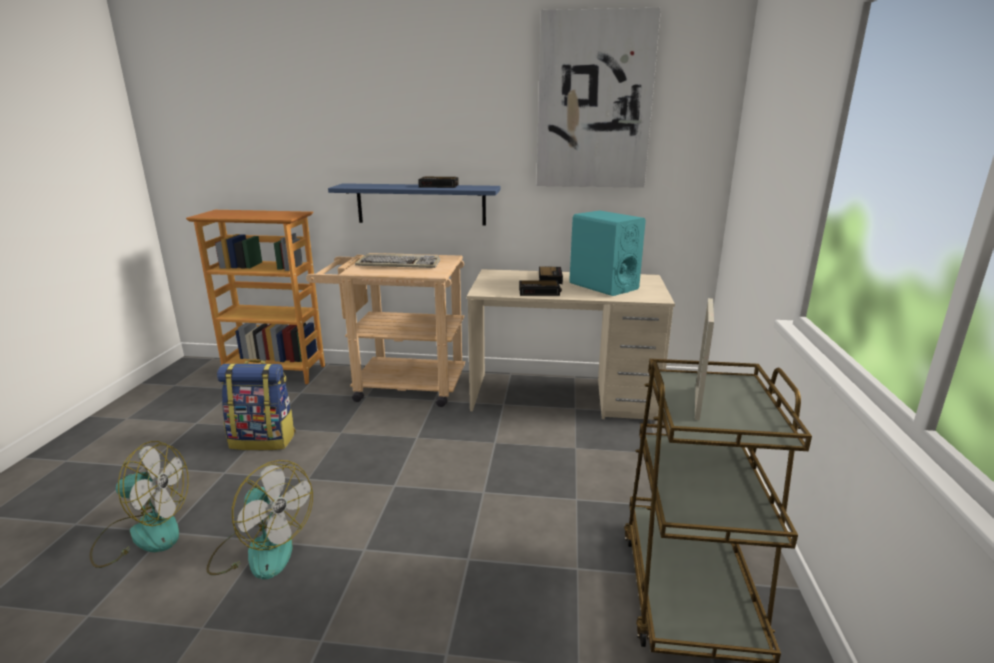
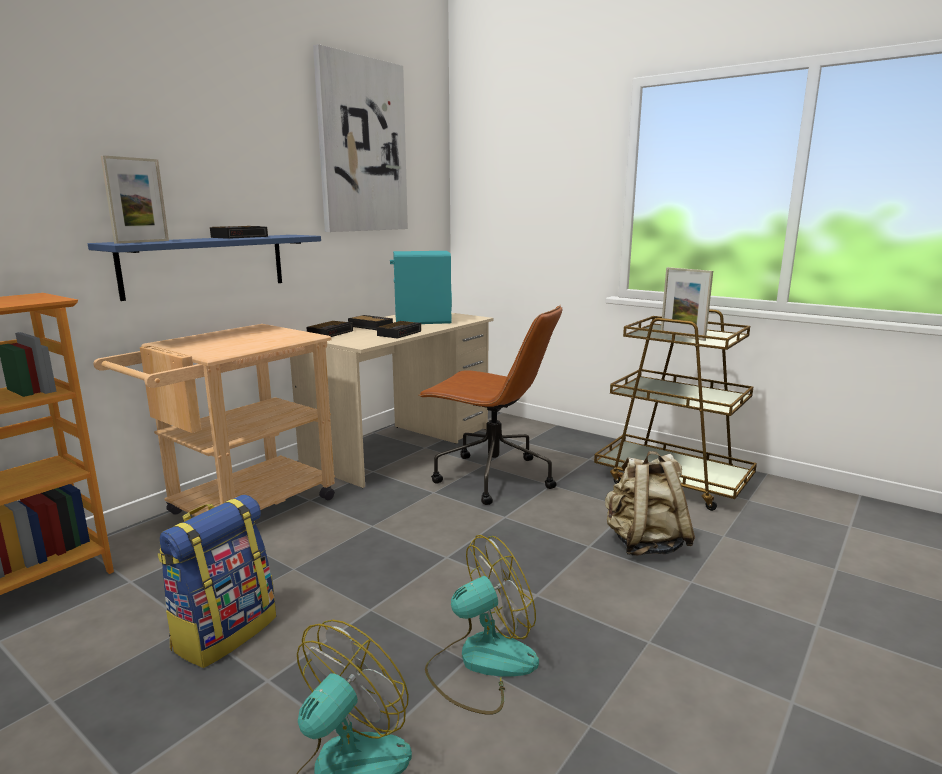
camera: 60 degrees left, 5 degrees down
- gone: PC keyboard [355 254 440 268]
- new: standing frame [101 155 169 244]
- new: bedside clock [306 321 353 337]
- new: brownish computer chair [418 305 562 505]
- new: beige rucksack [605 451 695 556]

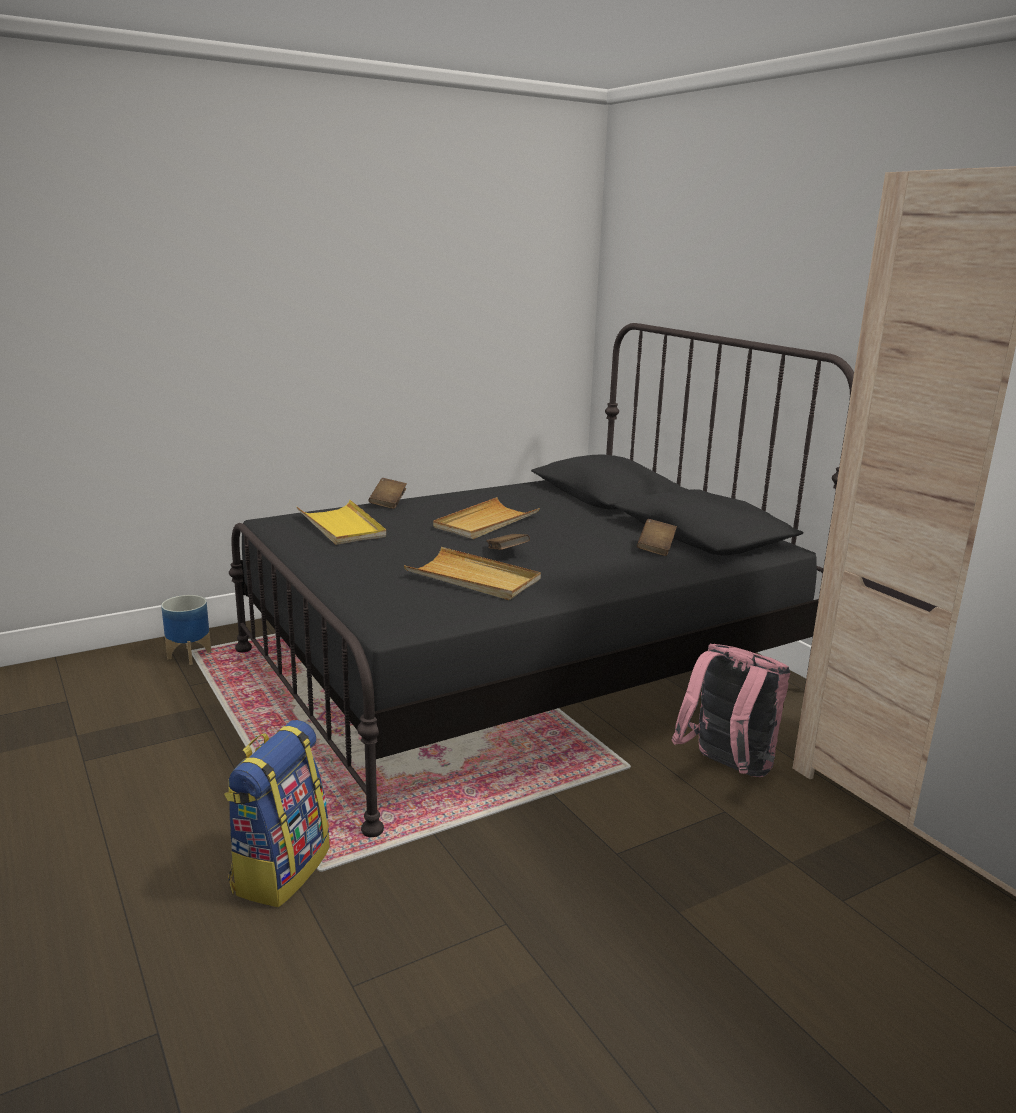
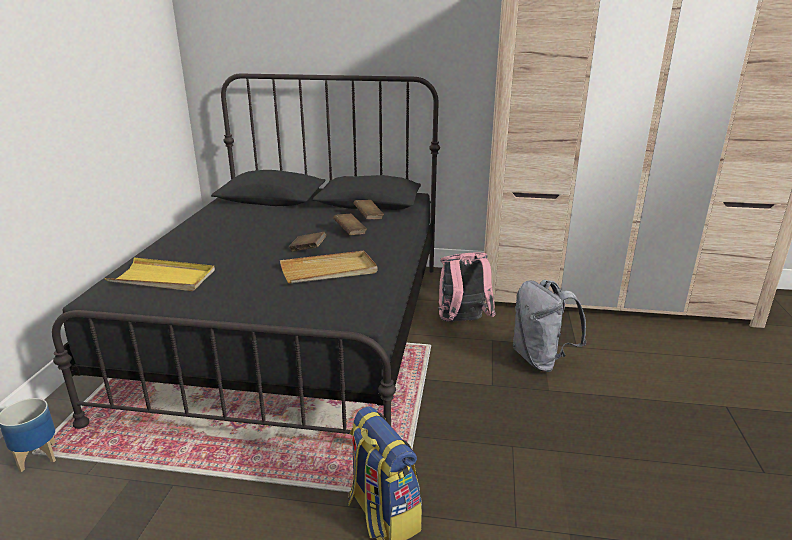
camera: 50 degrees left, 5 degrees up
- shifted: brownish bound book [368 478 407 509] to [333 214 367 235]
- gone: beige tray [433 497 540 539]
- new: gray rucksack [513 280 586 372]

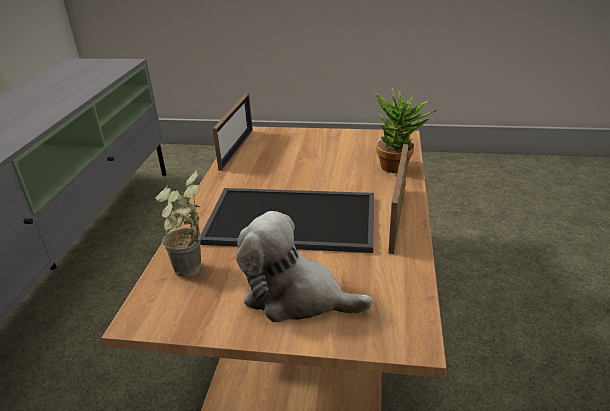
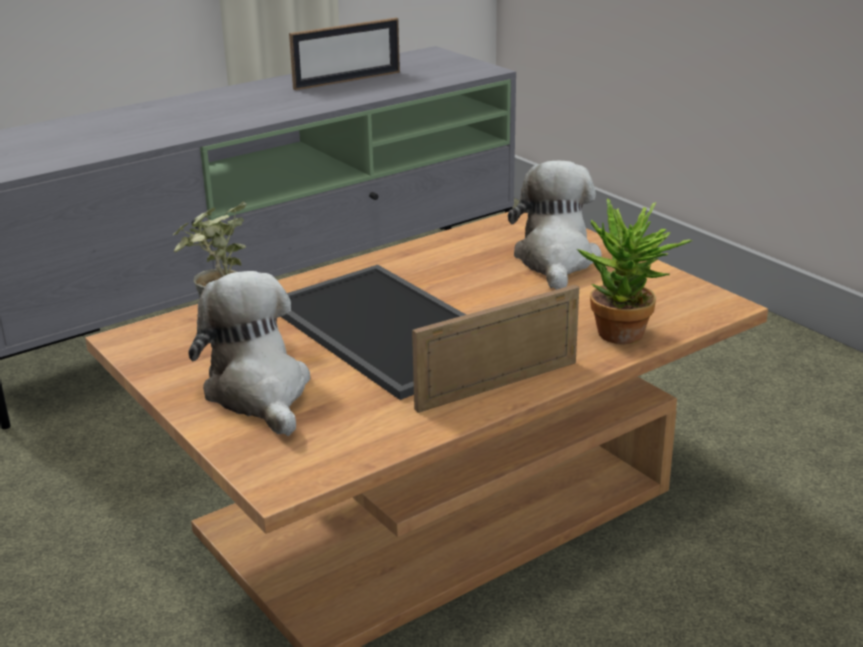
camera: 45 degrees right, 5 degrees down
- shifted: standing frame [212 93 253 171] to [289 18 400 90]
- new: soft toy [508 161 602 290]

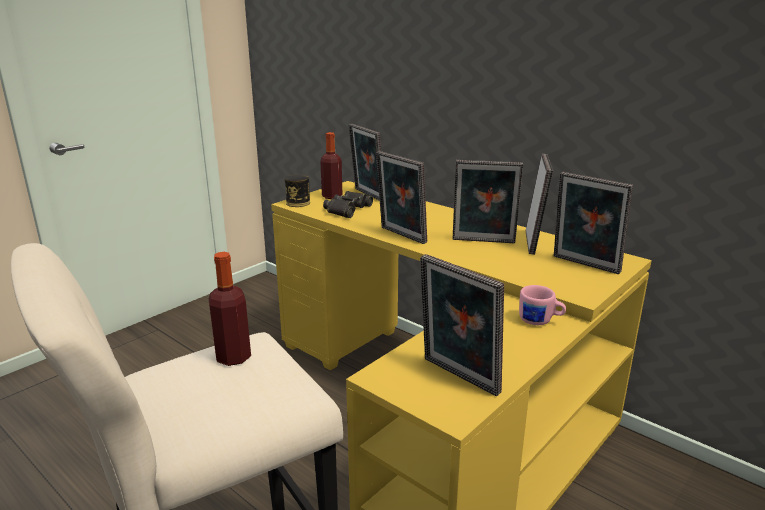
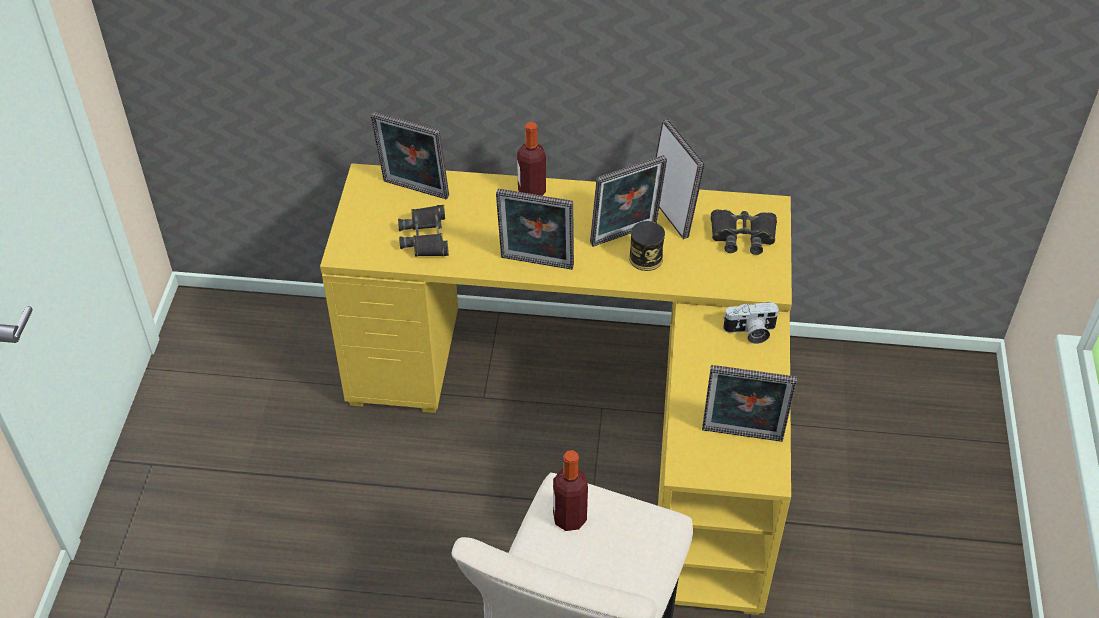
camera: 35 degrees left, 25 degrees up
- shifted: metal can [284 174 310 207] to [629 221 665 271]
- shifted: bottle [320 132 343 199] to [517 122 546 196]
- swapped: pinkish mug [519 285 566 325] to still camera [723 302 779 344]
- swapped: standing frame [554 172 633 274] to black pair of binoculars [711 209 777 255]

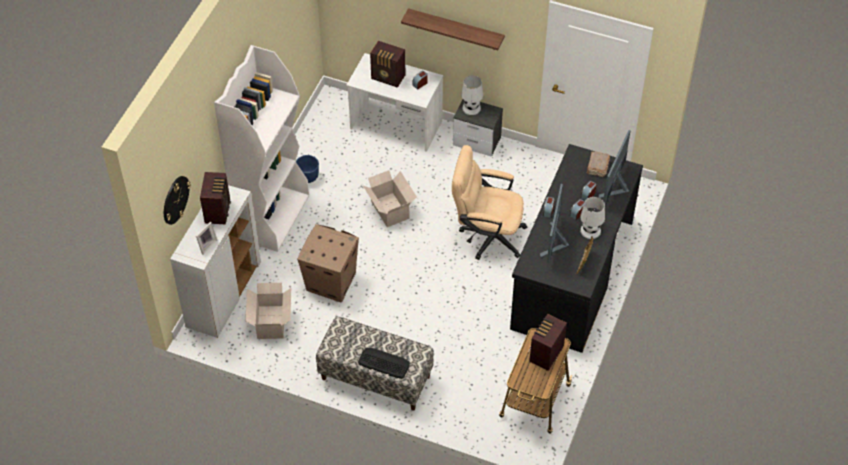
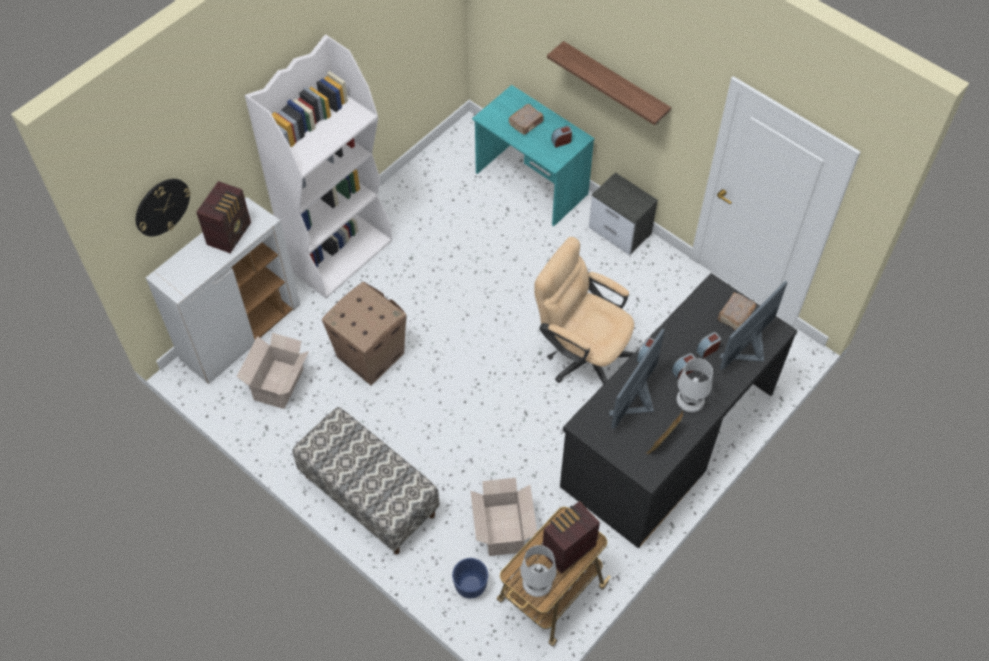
camera: 20 degrees right, 5 degrees up
- gone: standing frame [196 222 218 255]
- shifted: blue-coloured planter [296 155 319 183] to [452 558 488 598]
- repainted: white desk unit [346 53 443 152] to blue-green desk unit [472 85 594 226]
- gone: PC keyboard [358 348 410 379]
- shifted: cardboard box [363 170 417 227] to [471 478 537 556]
- swapped: radio receiver [370 41 405 88] to brownish bound book [509 104 544 135]
- shifted: white tabletop lamp [461 76 483 115] to [520 545 557 597]

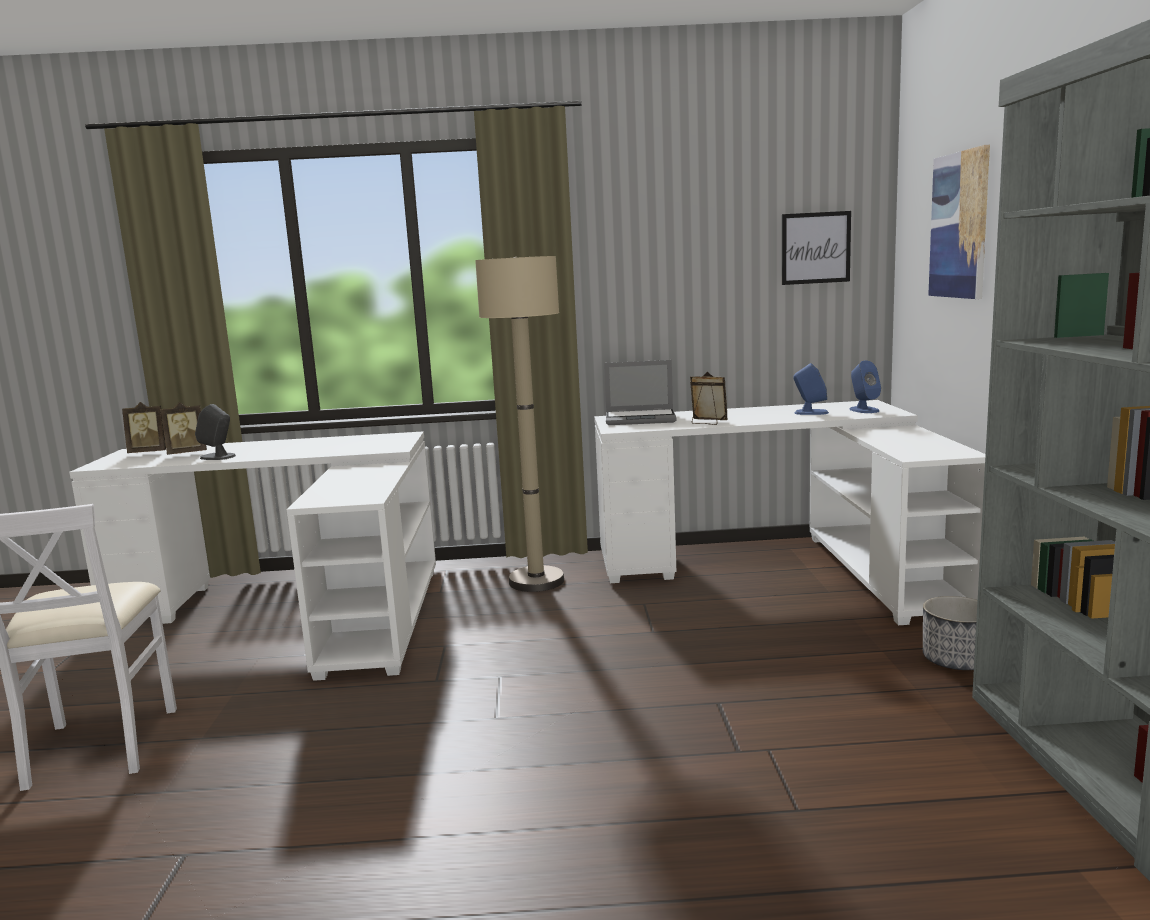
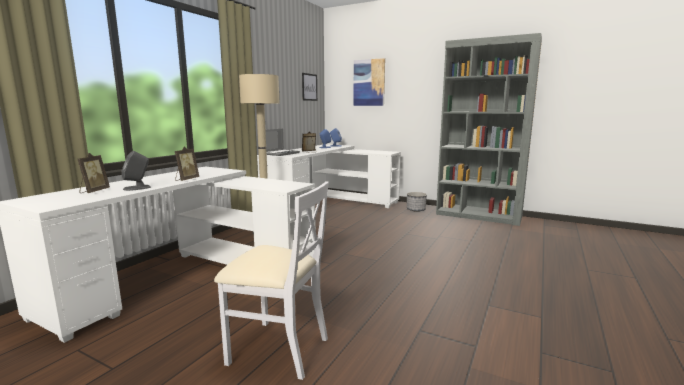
camera: 60 degrees left, 0 degrees up
- shifted: standing frame [122 402 166 453] to [175 147 199 181]

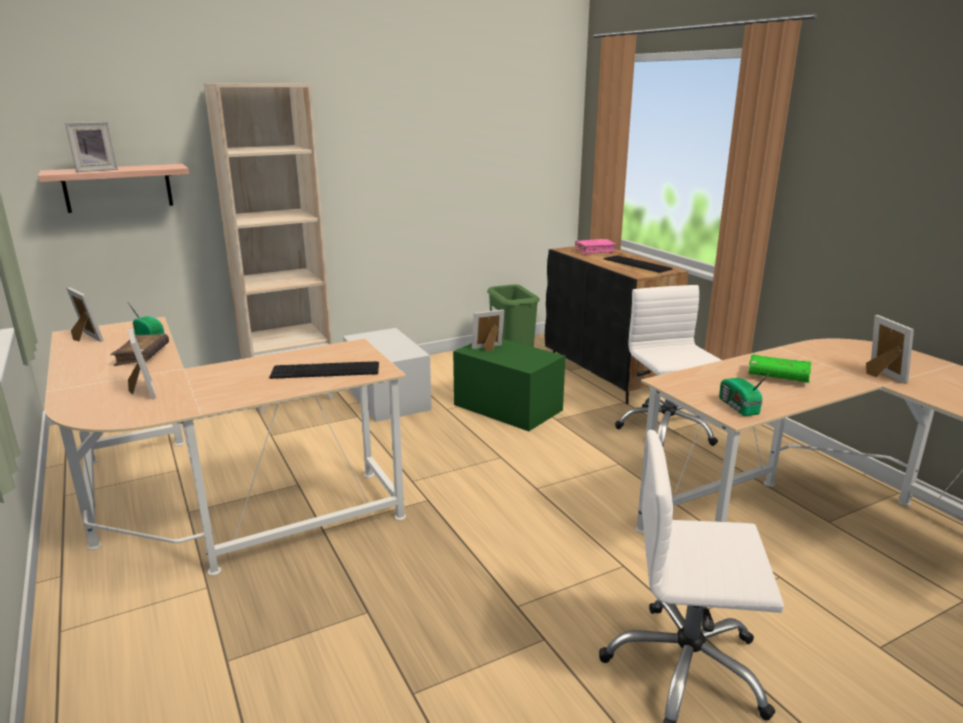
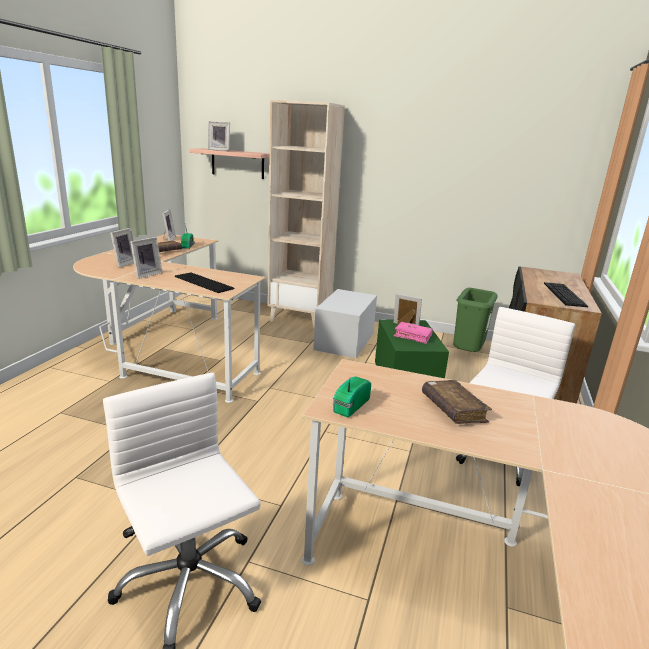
camera: 45 degrees right, 0 degrees up
- shifted: pinkish bound book [575 239 616 254] to [394 322 433 344]
- repainted: greenish bound book [748 354 811 383] to brownish bound book [422 380 492 424]
- shifted: standing frame [866 315 914 384] to [130 237 163 279]

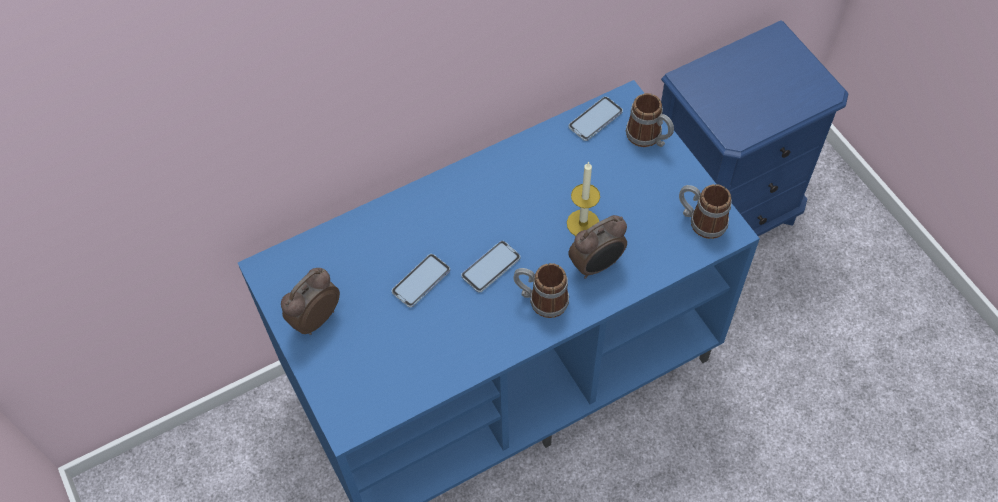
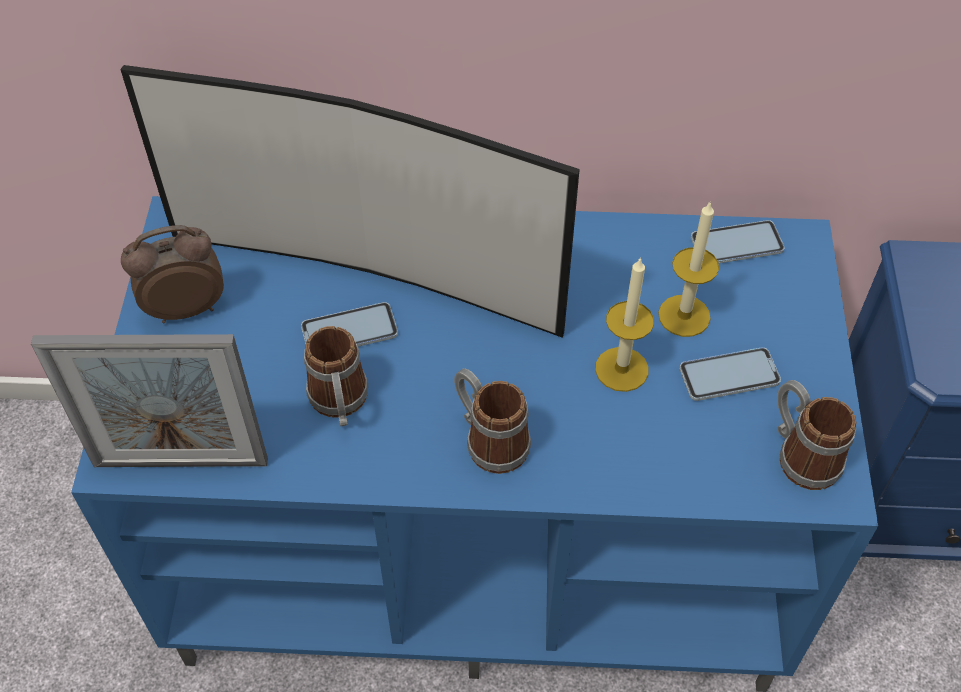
camera: 30 degrees right, 5 degrees down
- shifted: phone [461 241 520 292] to [679 347 781 401]
- gone: bedside clock [568 215 627 279]
- shifted: mug [626 93 674 147] to [304 326 368 427]
- new: standing frame [31 334 268 467]
- new: television [120 65 580 338]
- new: wax candle [658 201 719 337]

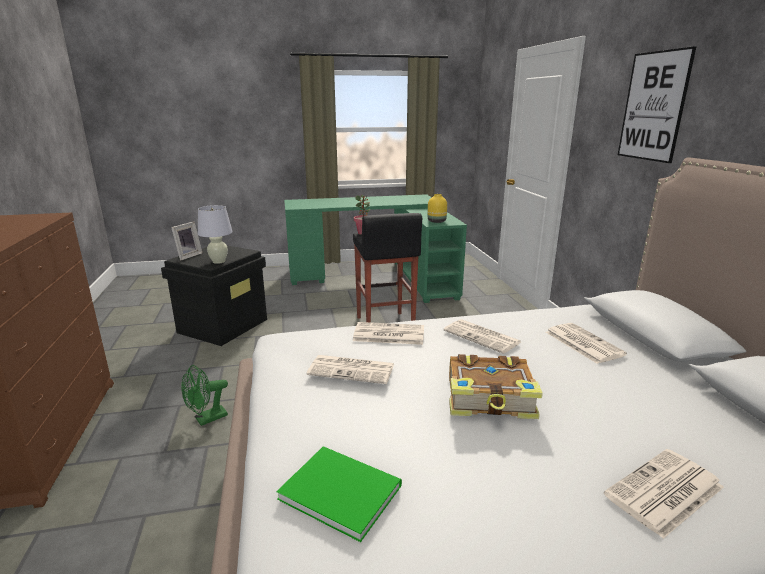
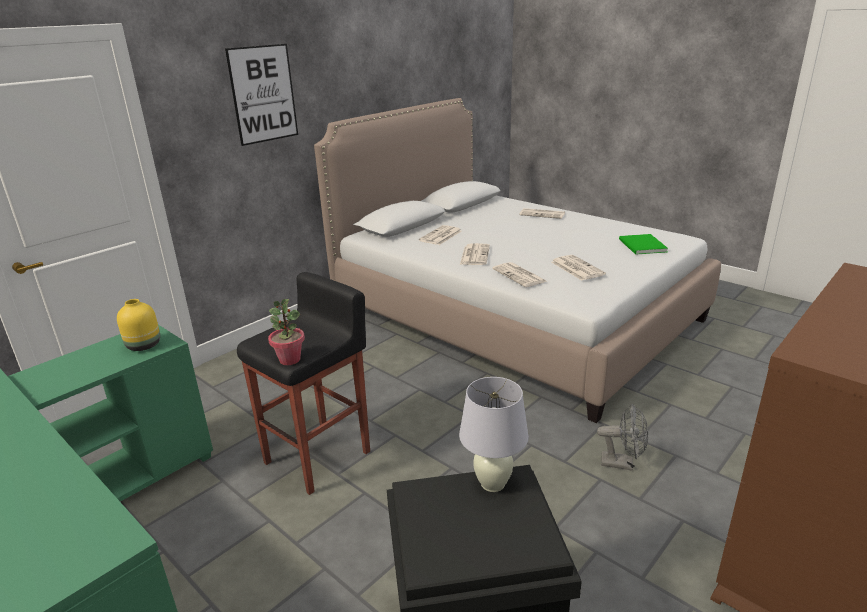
camera: 125 degrees left, 5 degrees up
- gone: standing frame [171 221 202 261]
- repainted: greenish fan [181 365 228 426] to gray fan [597 404 648 471]
- gone: bound book [449 354 543 419]

